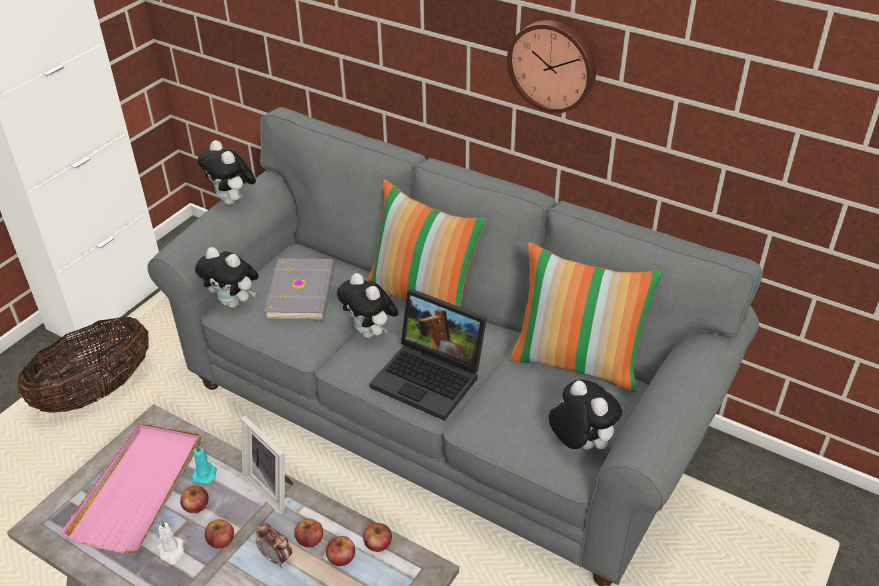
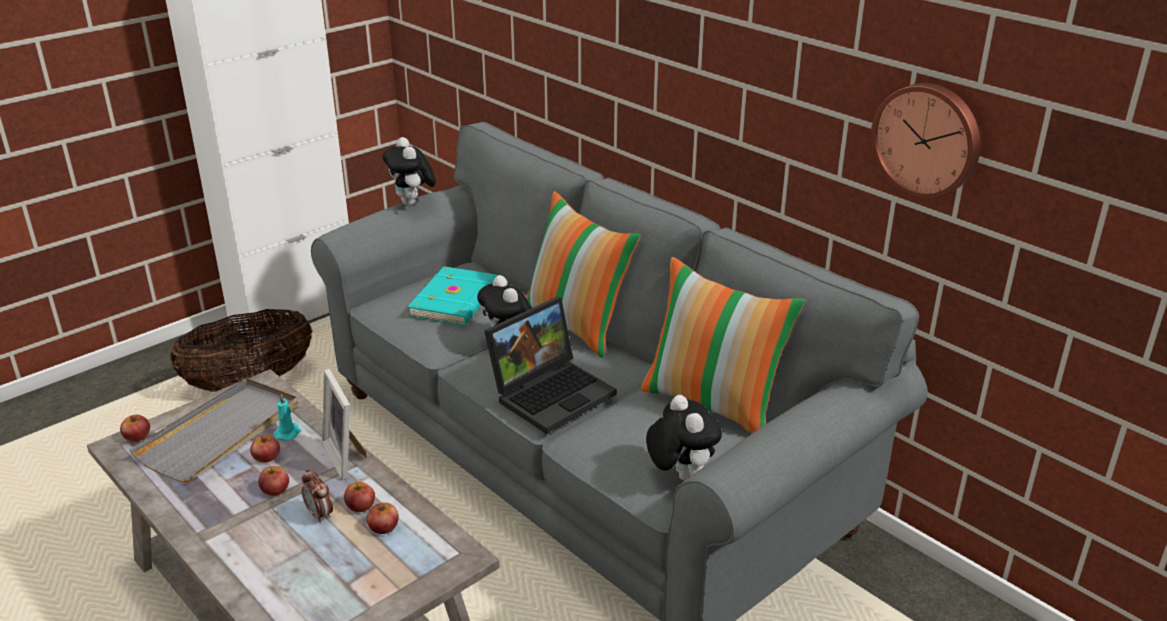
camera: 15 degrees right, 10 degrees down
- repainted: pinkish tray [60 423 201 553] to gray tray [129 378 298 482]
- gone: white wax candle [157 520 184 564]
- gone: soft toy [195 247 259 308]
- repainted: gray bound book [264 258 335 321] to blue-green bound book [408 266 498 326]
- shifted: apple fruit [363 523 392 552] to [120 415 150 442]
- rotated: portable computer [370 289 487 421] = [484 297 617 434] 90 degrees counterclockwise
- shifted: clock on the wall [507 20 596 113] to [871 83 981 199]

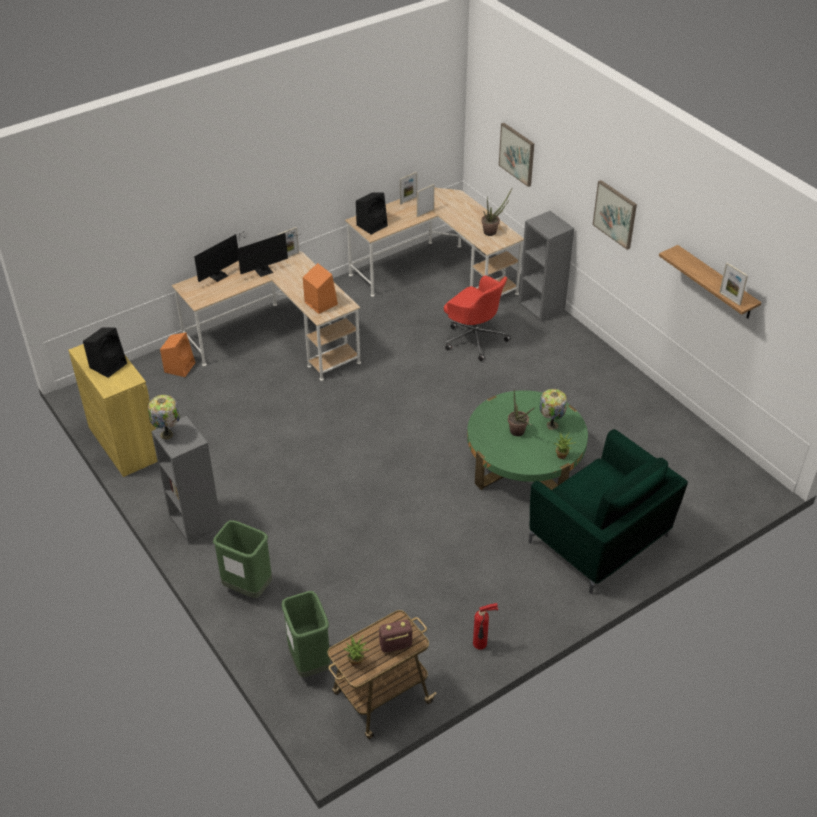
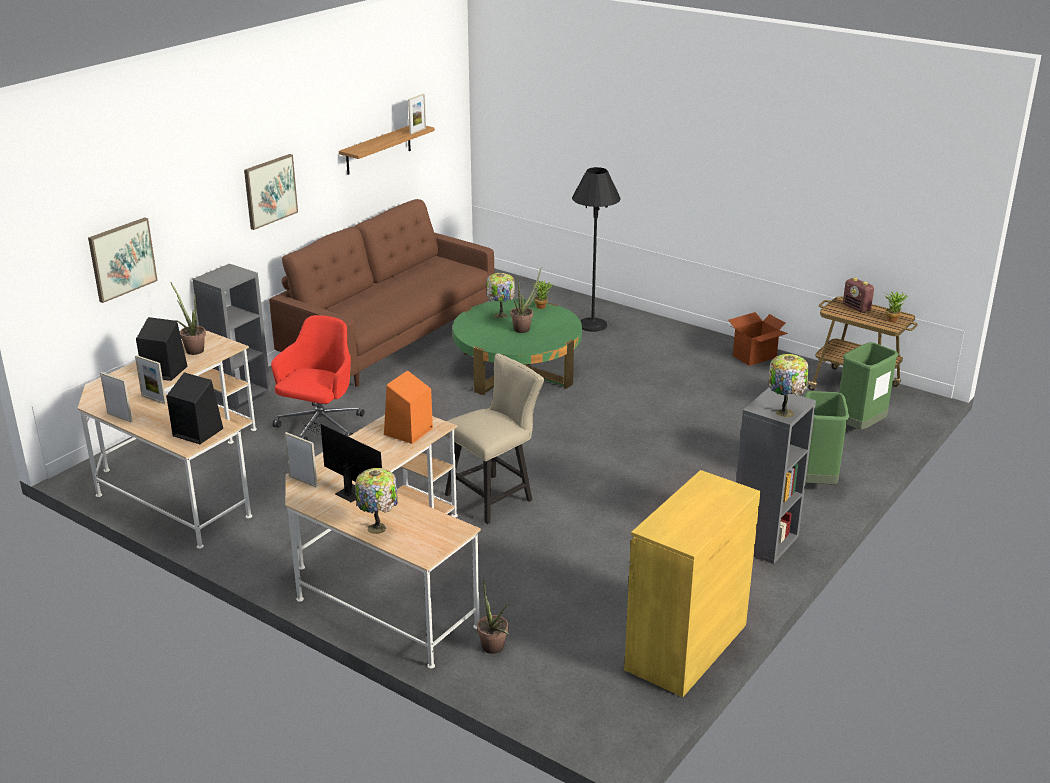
camera: 110 degrees left, 15 degrees down
- shifted: black speaker [83 327 127 378] to [136 317 187 381]
- swapped: orange-coloured speaker [160 332 195 377] to potted plant [477 577 510 654]
- swapped: monitor [194 232 249 282] to tabletop lamp [355 468 398 534]
- swapped: extinguisher [473 603 498 650] to cardboard box [728 312 788 366]
- swapped: greenish armchair [529 429 688 594] to black standard lamp [572 167 621 332]
- new: brownish couch [269 199 494 387]
- new: beige chair [444 353 544 524]

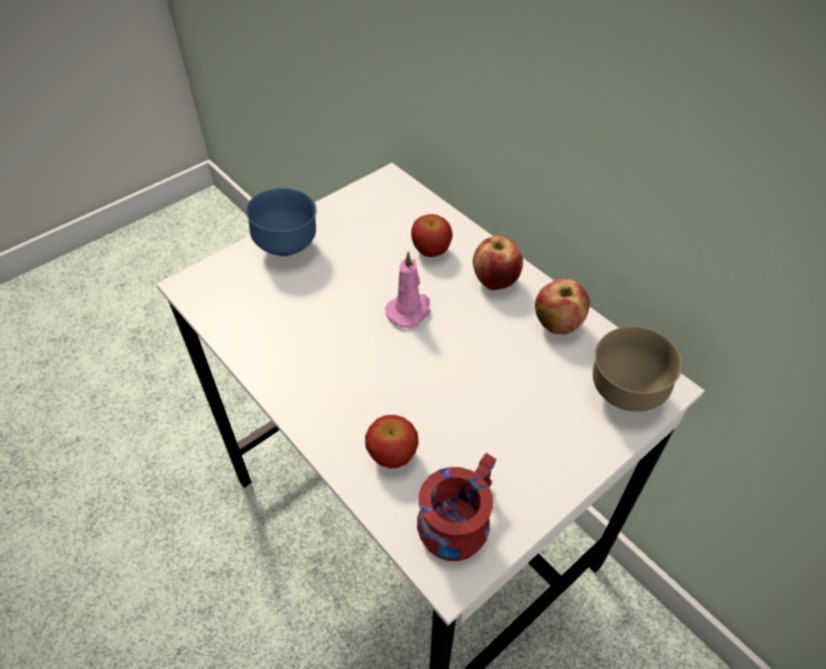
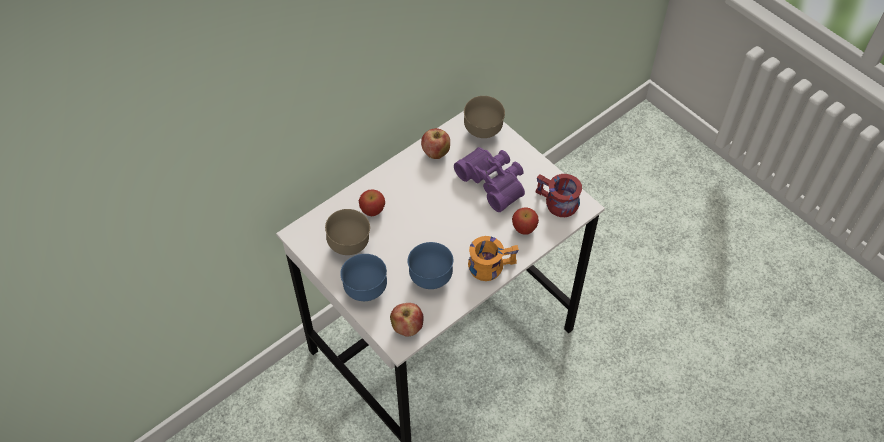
camera: 90 degrees left, 5 degrees up
- gone: pinkish wax candle [385 251 431 328]
- shifted: apple fruit [473 236 523 290] to [390 303 424 337]
- new: brownish bowl [325 209 370 255]
- new: blue-coloured bowl [408 242 453 289]
- new: purple-coloured pair of binoculars [454 147 525 212]
- new: orange-coloured mug [468 236 519 281]

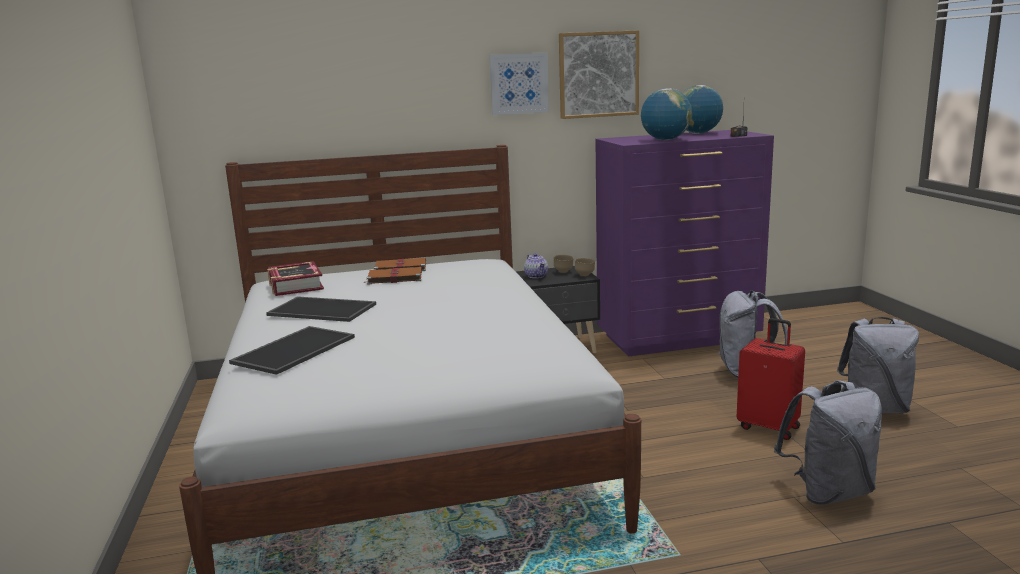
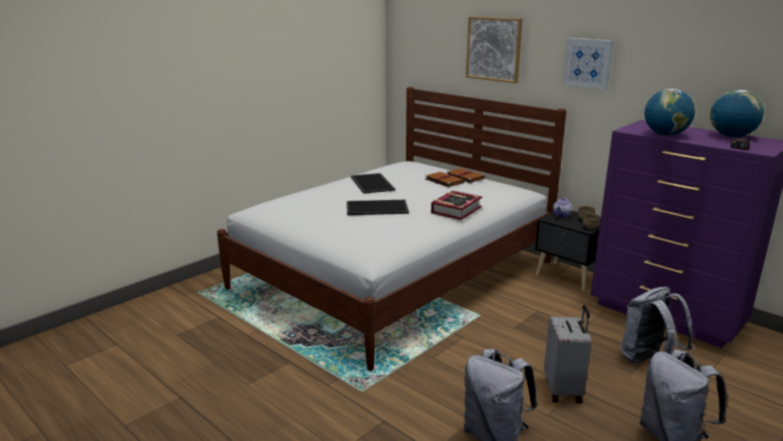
camera: 55 degrees right, 5 degrees up
- shifted: tray [229 326 355 375] to [347 200 409 215]
- shifted: bound book [267 261 324 296] to [431 191 482 220]
- shifted: wall art [559 30 639 119] to [466 16 523 83]
- repainted: red-coloured travel case [737 318 805 440] to gray travel case [544 305 592 403]

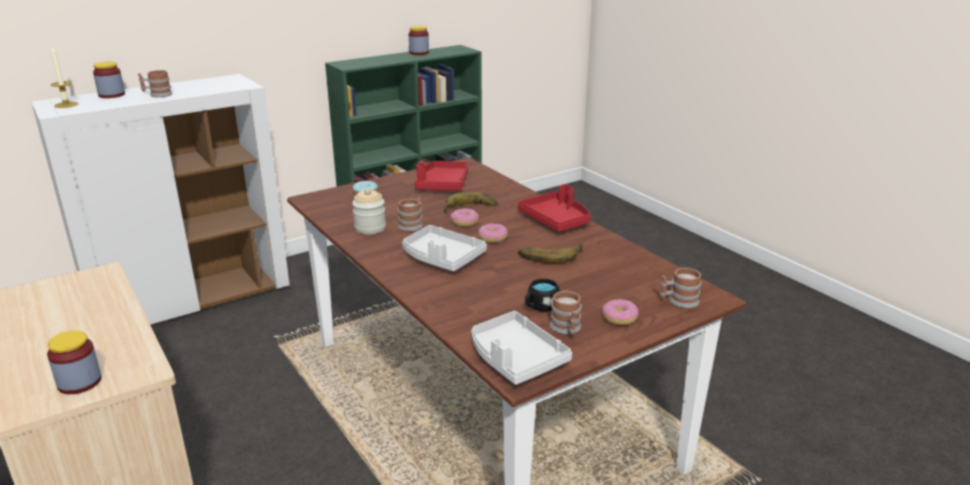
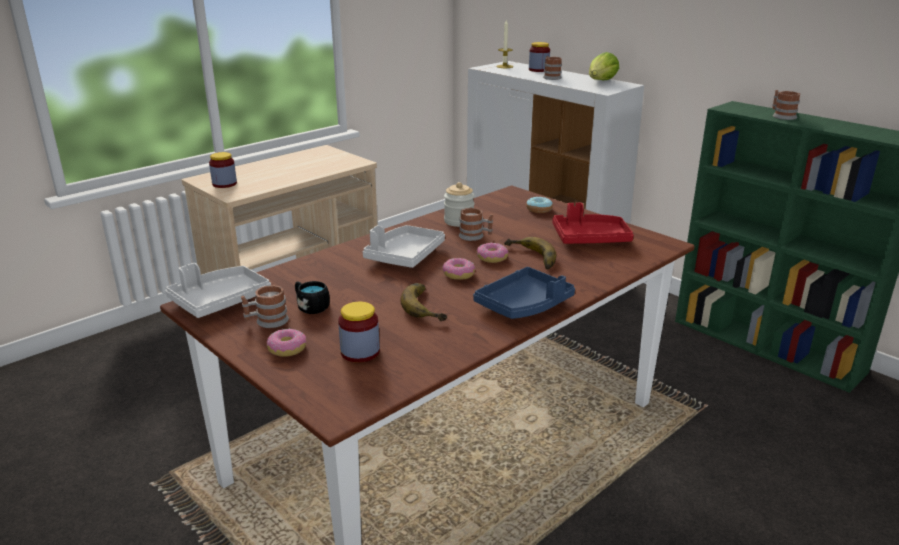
camera: 80 degrees right, 0 degrees up
- shifted: preserve jar [409 26 429 55] to [338 302 380 363]
- repainted: red-coloured tray [517 184 591 232] to blue-coloured tray [473 267 575 319]
- shifted: mug [660 268 701 308] to [772 90 800 120]
- new: head of lettuce [589 52 619 80]

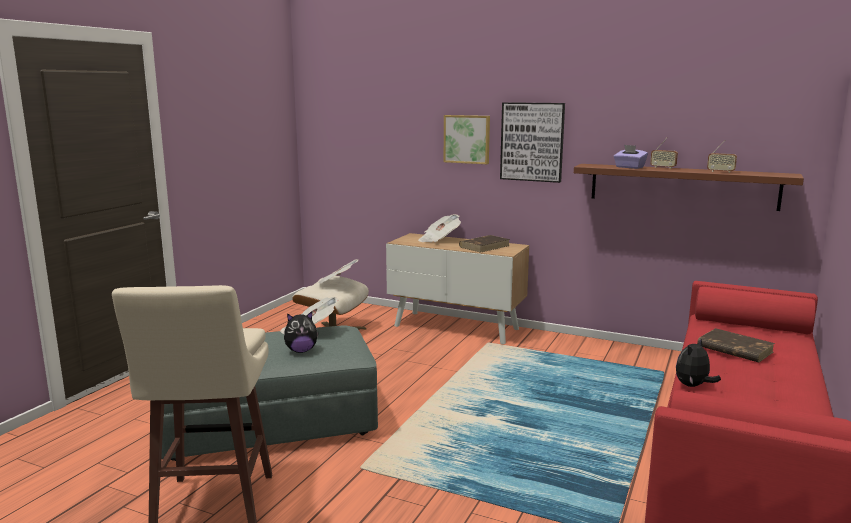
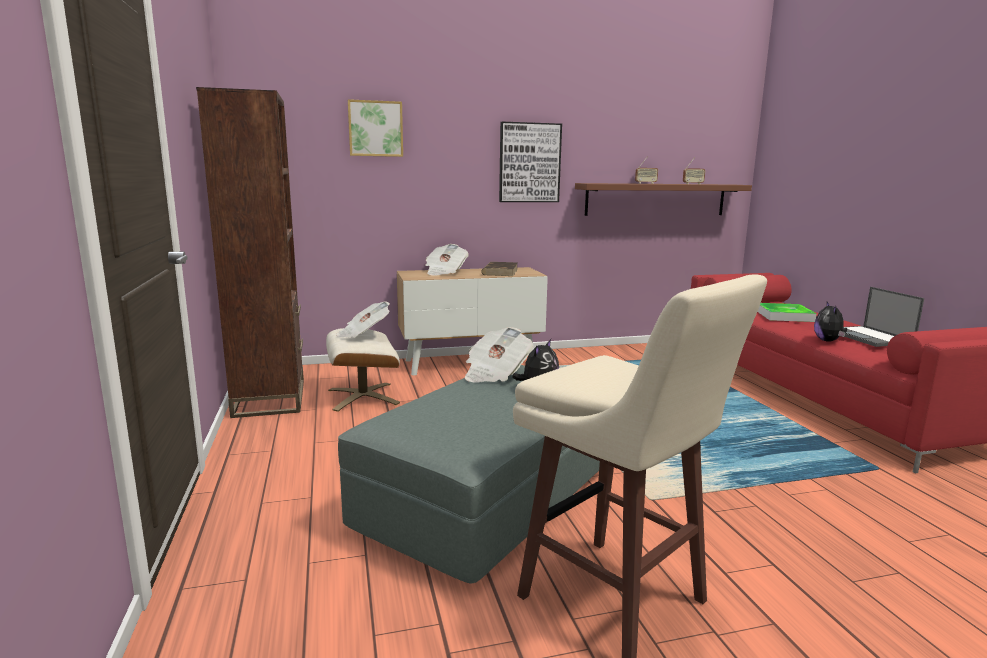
camera: 40 degrees left, 0 degrees up
- shifted: wall art [444 115 490 164] to [348 99 403 157]
- gone: purple-coloured box of tissues [614 145 648 169]
- swapped: brownish bound book [697 328 775 363] to tray [757 303 817 322]
- new: brownish shelving unit [196 87 304 418]
- new: portable computer [843 287 924 347]

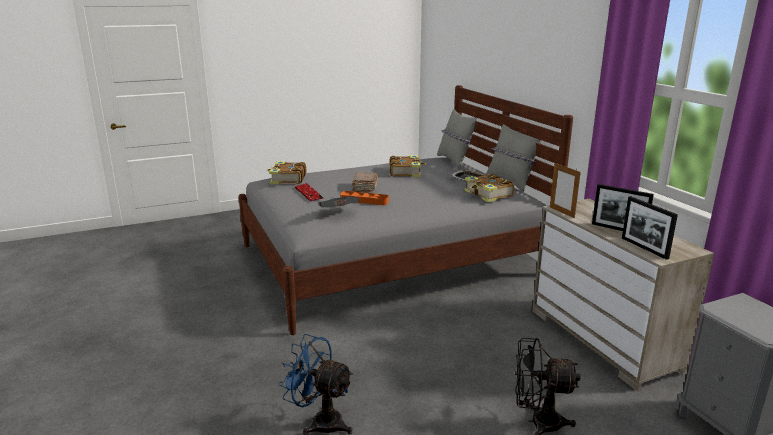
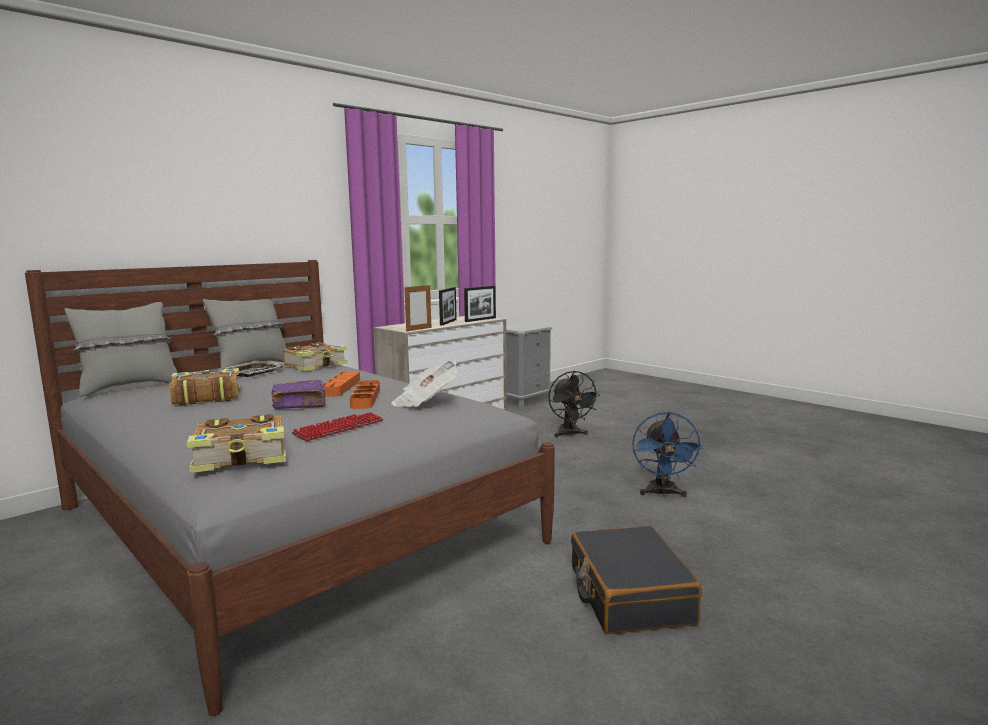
camera: 110 degrees left, 10 degrees down
- repainted: brownish bound book [352 172 378 192] to purple-coloured bound book [272 380 326 409]
- new: orange-coloured tray [323 371 360 397]
- new: black travel case [571 525 702 634]

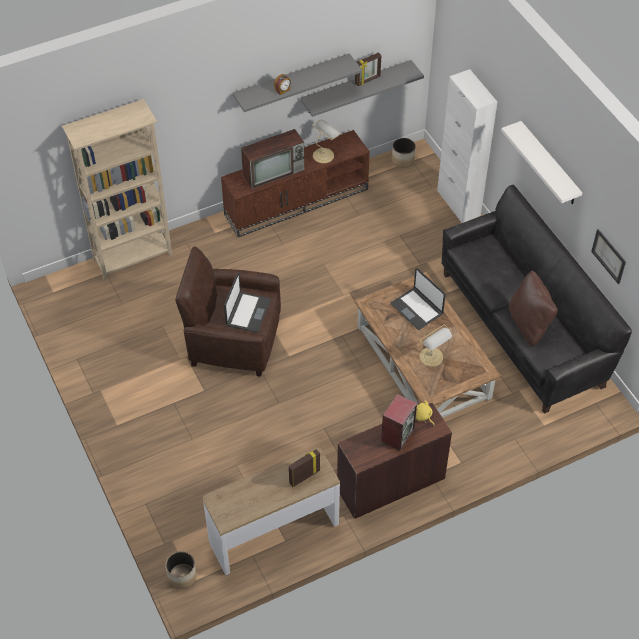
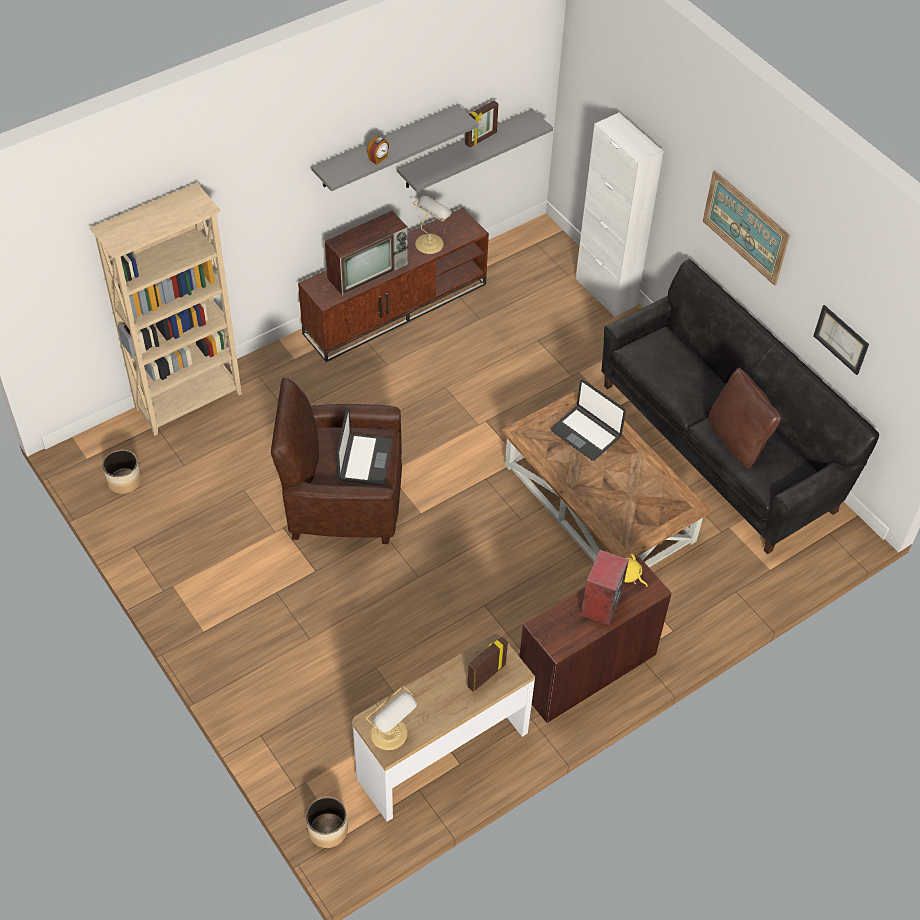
camera: 10 degrees left, 0 degrees up
- shifted: planter [392 138 416 168] to [103 450 142 494]
- shifted: tabletop lamp [419 324 452 367] to [366 686 417 750]
- swapped: white shelf [501 121 582 204] to wall art [703 170 790 286]

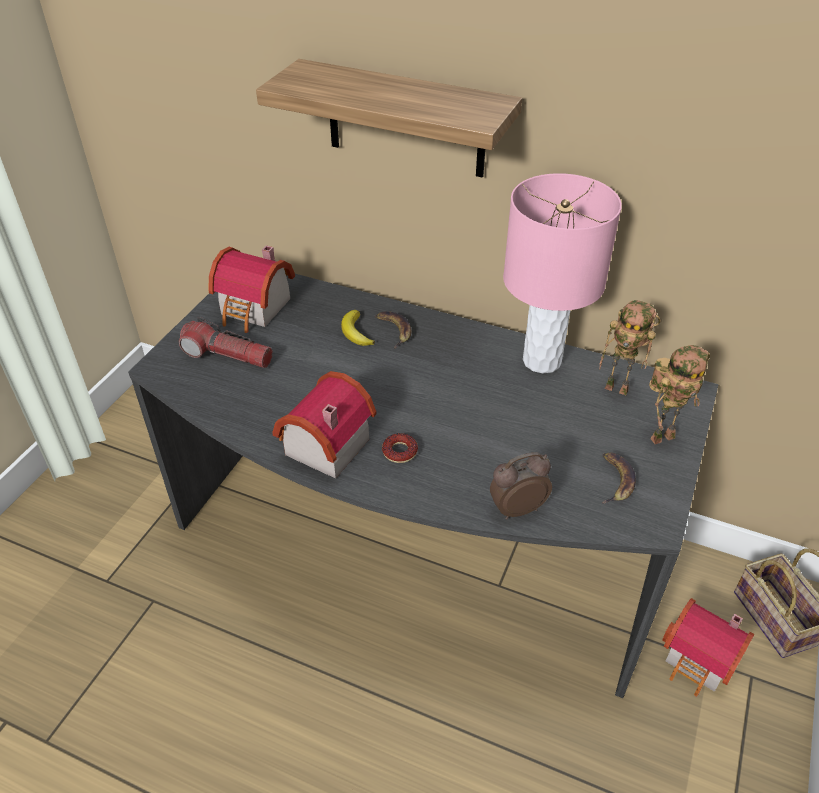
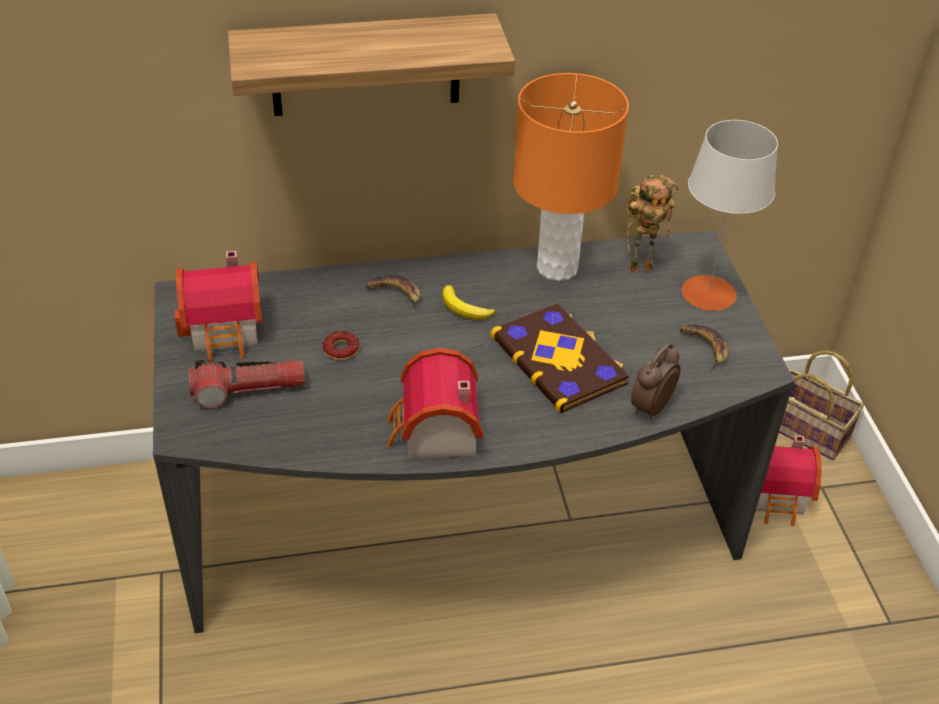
camera: 35 degrees left, 0 degrees up
- shifted: banana fruit [341 310 375 346] to [442 285 495 320]
- shifted: ring doughnut [382 433 418 463] to [323 331 359 360]
- repainted: pinkish tabletop lamp [503 173 622 374] to orange-coloured tabletop lamp [513 73 629 281]
- swapped: model robot [649 345 710 444] to gray tabletop lamp [682 120 778 311]
- new: bound book [490 303 629 413]

